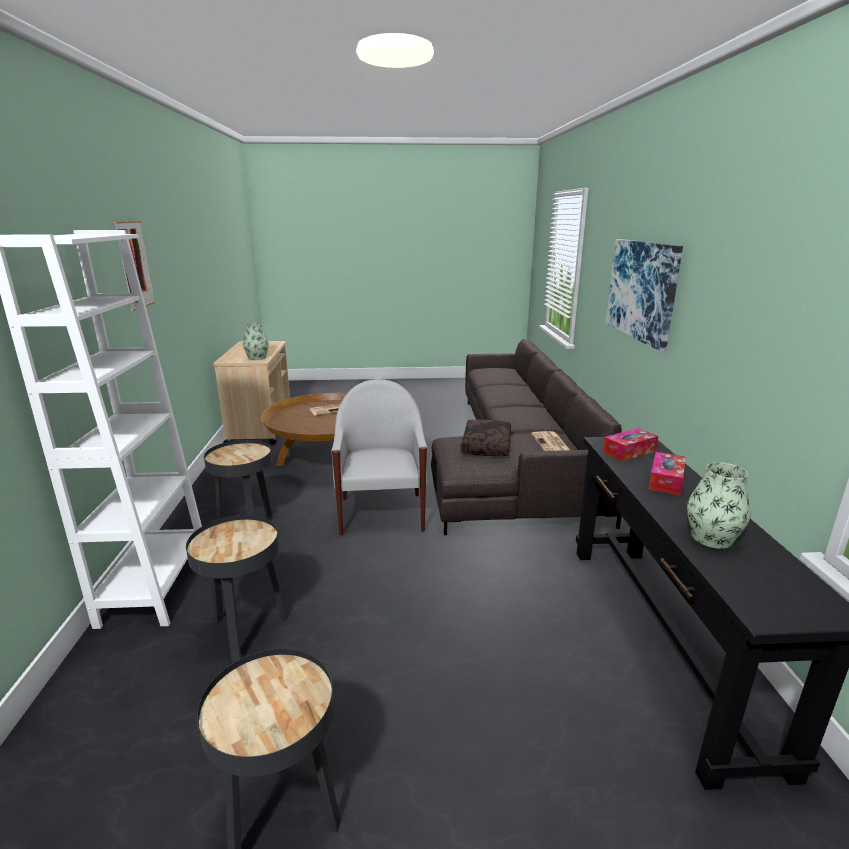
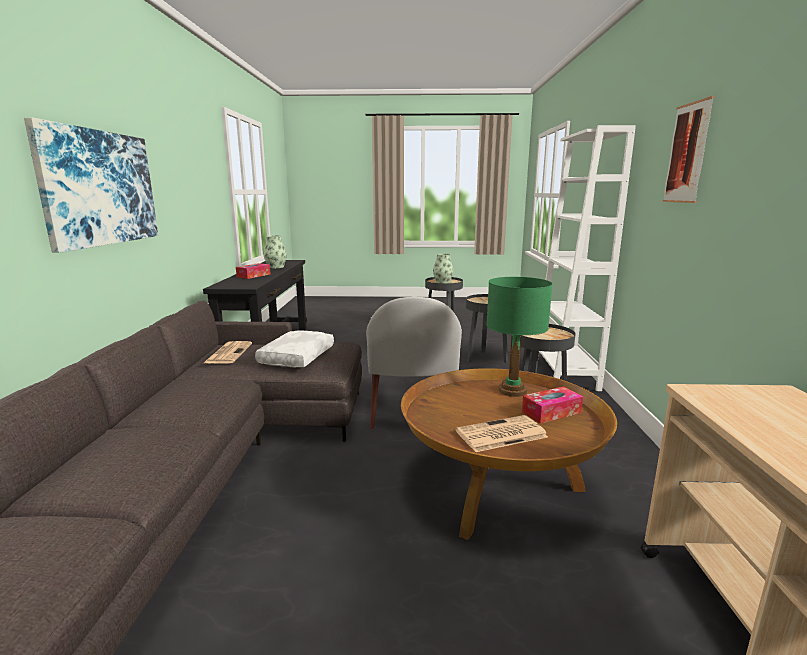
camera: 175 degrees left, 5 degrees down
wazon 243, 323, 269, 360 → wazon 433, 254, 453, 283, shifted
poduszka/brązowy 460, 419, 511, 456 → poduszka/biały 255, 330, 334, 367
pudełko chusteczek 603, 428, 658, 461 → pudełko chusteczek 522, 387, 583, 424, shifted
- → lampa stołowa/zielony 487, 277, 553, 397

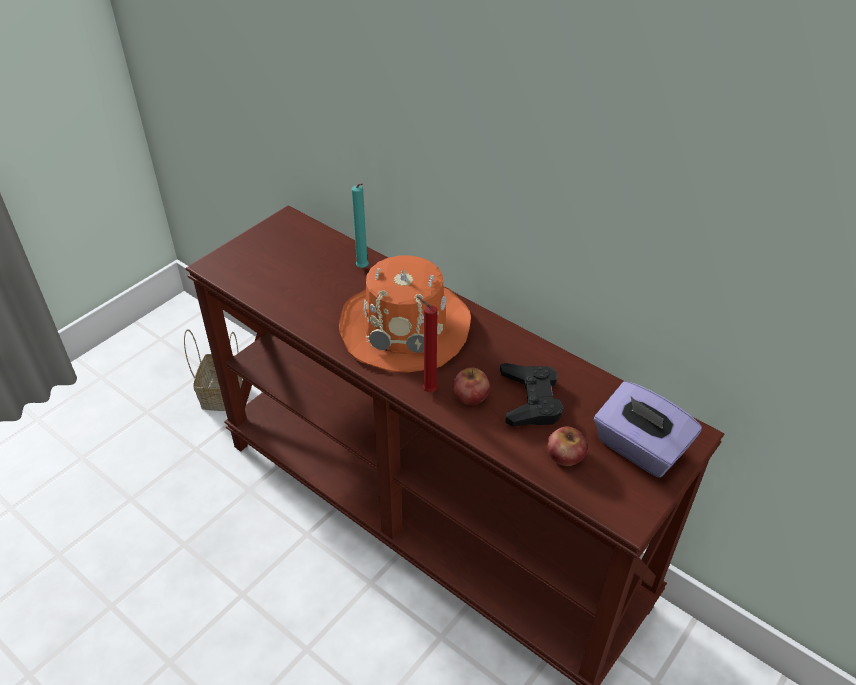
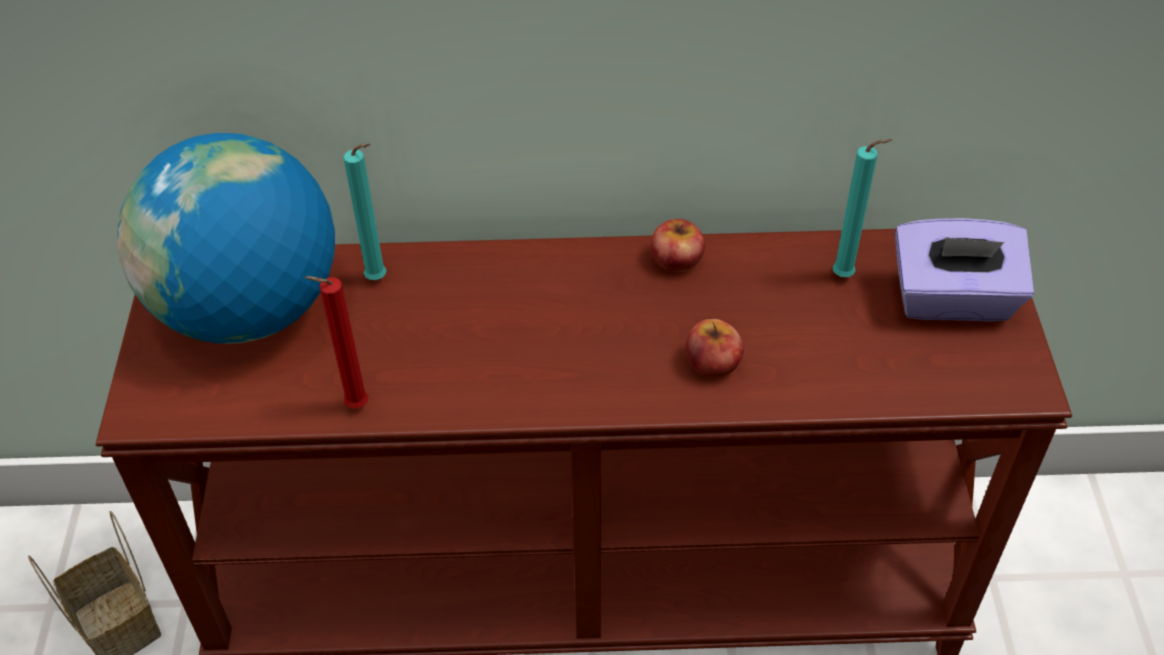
camera: 40 degrees left, 5 degrees up
kapelusz/pomarańczowy 339, 256, 471, 373 → -
świeca/czerwony 417, 297, 438, 392 → świeca/czerwony 305, 276, 368, 409, shifted
pad do gier/czarny 500, 363, 564, 426 → -
jabłko 547, 427, 587, 466 → jabłko 651, 219, 705, 272, shifted
- → globus 117, 133, 335, 344
- → świeca/turkusowy 833, 139, 892, 277

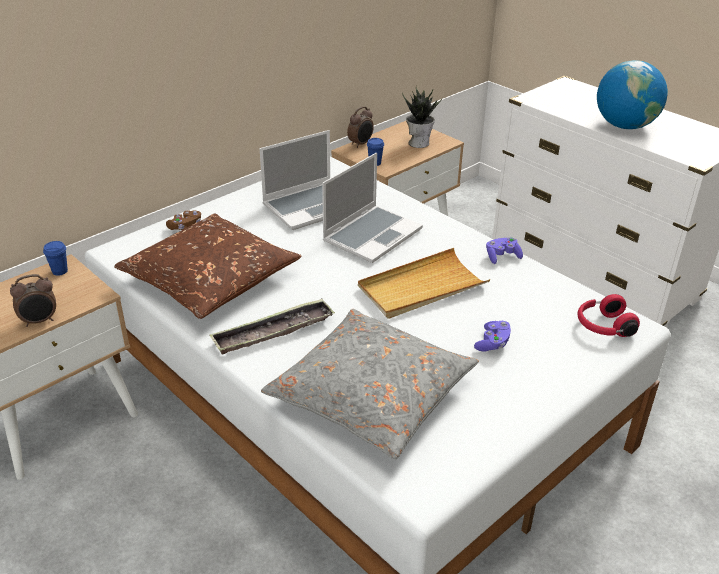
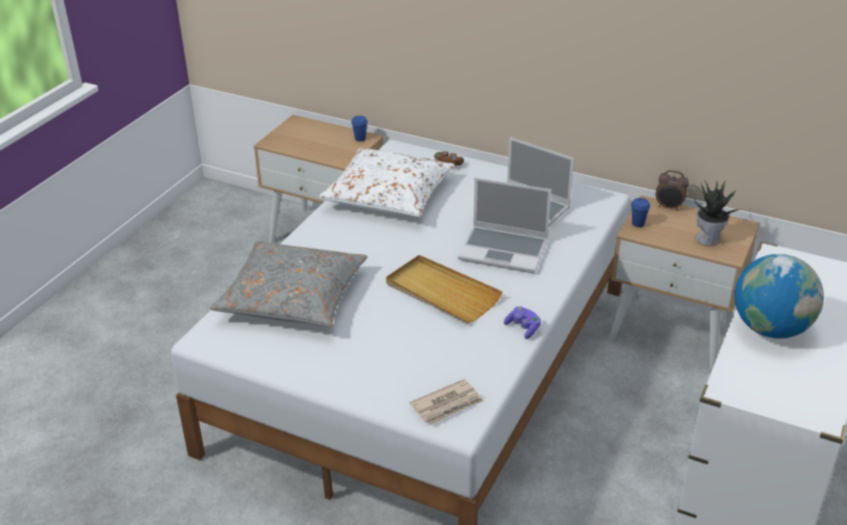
camera: 70 degrees right, 0 degrees up
poduszka/brązowy 114, 214, 302, 319 → poduszka/biały 317, 148, 455, 217
budzik 10, 274, 56, 327 → -
słuchawki/czerwony 577, 294, 640, 337 → gazeta 410, 379, 483, 425
taca 210, 298, 335, 355 → -
pad do gier/fioletowy 474, 321, 511, 352 → -

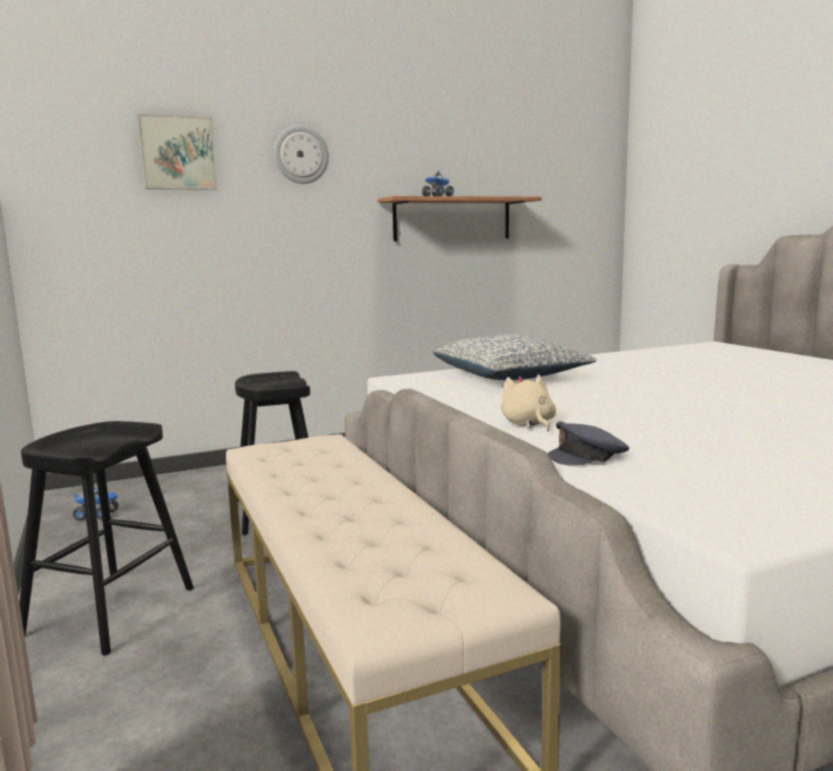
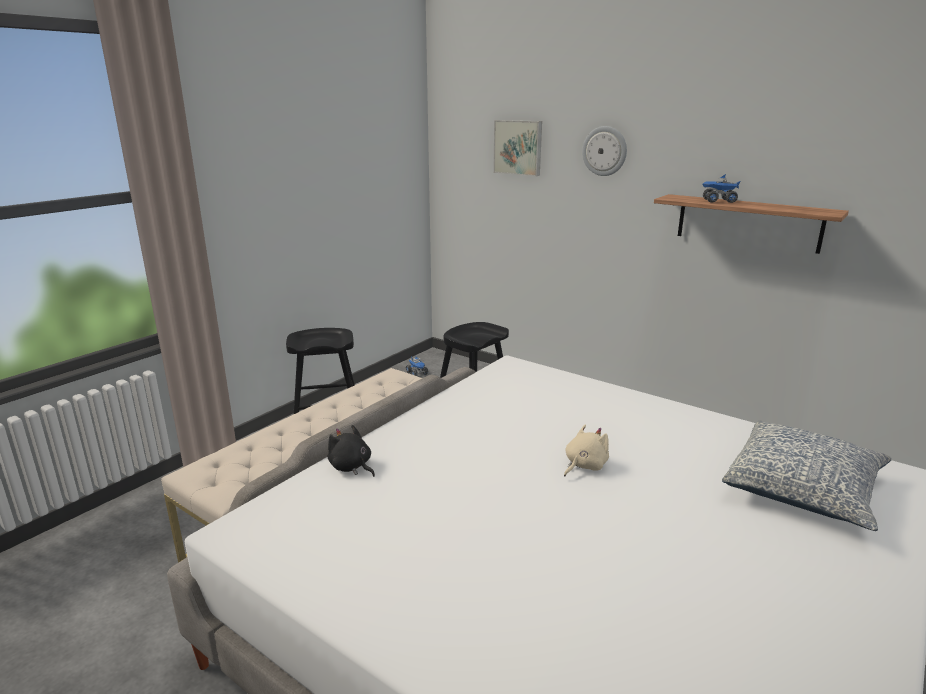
camera: 60 degrees right, 10 degrees up
poduszka 433, 334, 597, 380 → poduszka 722, 421, 892, 531, shifted
pluszak/beżowy 501, 374, 556, 431 → pluszak/beżowy 564, 424, 609, 477, shifted
czapka z daszkiem/szary 548, 421, 629, 465 → pluszak/czarny 328, 425, 375, 477

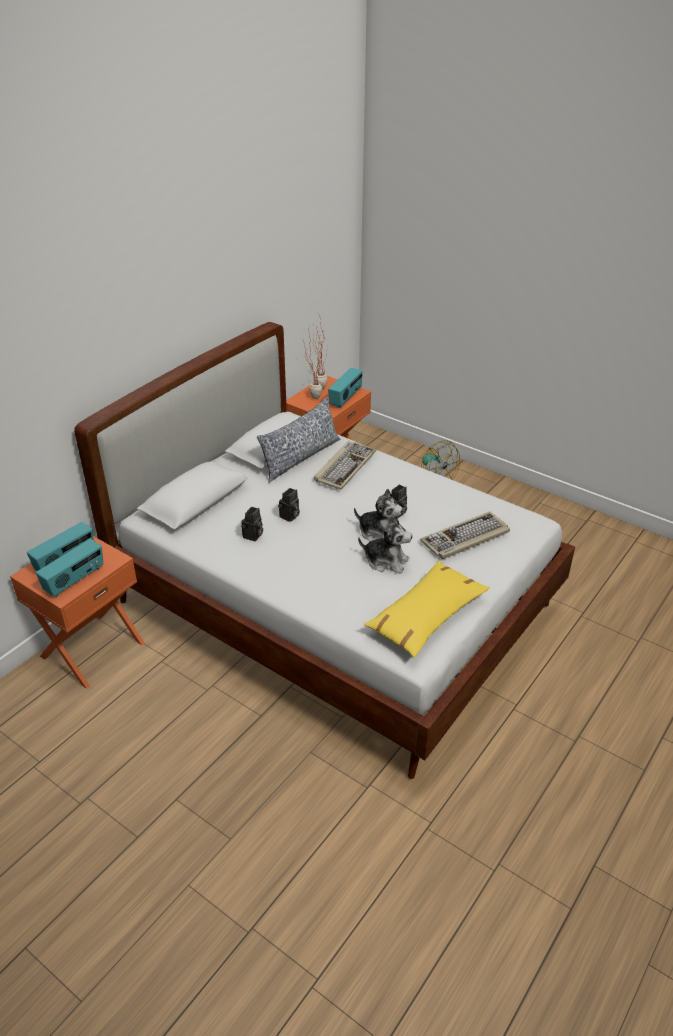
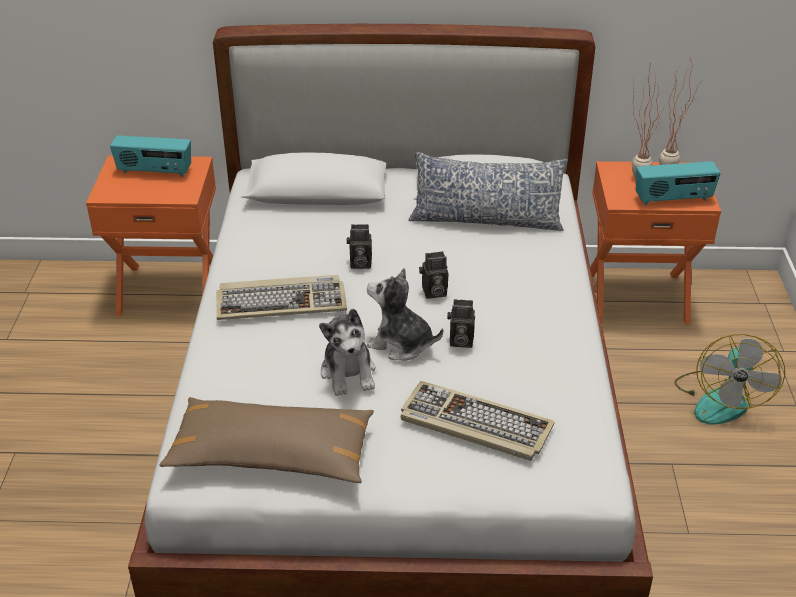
camera: 55 degrees right, 0 degrees up
klawiatura 314, 441, 376, 490 → klawiatura 216, 275, 347, 320, shifted
pluszak 354, 489, 403, 542 → pluszak 367, 268, 443, 361, 120 degrees clockwise
aparat fotograficzny 241, 507, 263, 541 → aparat fotograficzny 419, 251, 448, 299, shifted
radio 36, 539, 103, 597 → -
poduszka/żółty 364, 561, 490, 658 → poduszka/brązowy 159, 397, 374, 483

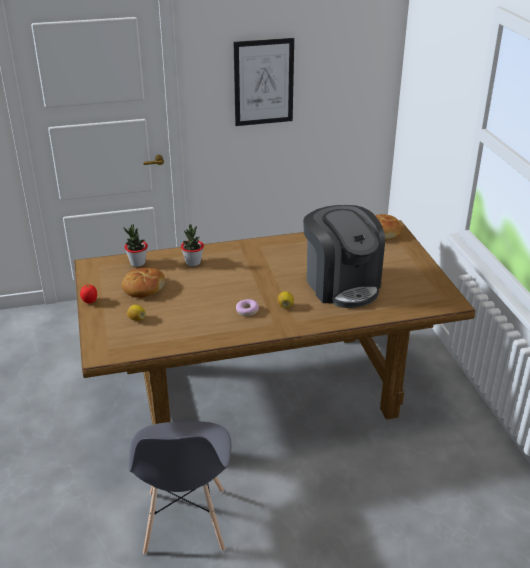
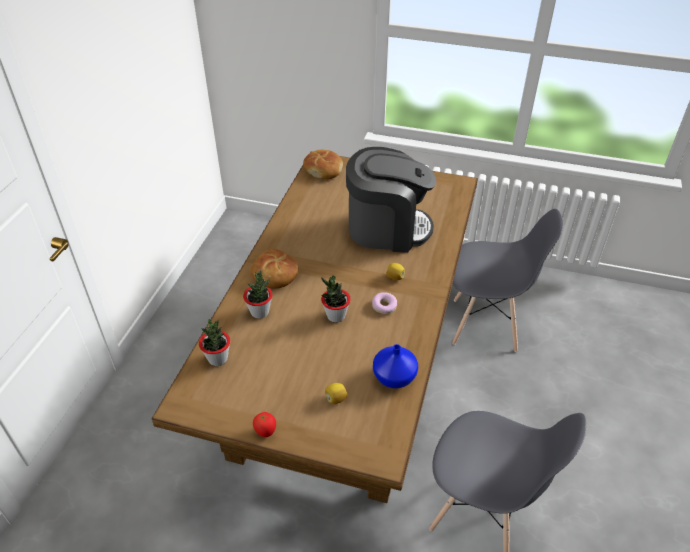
camera: 60 degrees left, 10 degrees up
obraz 234, 38, 294, 126 → -
chleb 122, 268, 165, 298 → chleb 251, 249, 298, 289, shifted
- → krzesło/szary 452, 209, 563, 352
- → roślina doniczkowa 321, 275, 351, 323
- → wazon/niebieski 373, 344, 418, 388

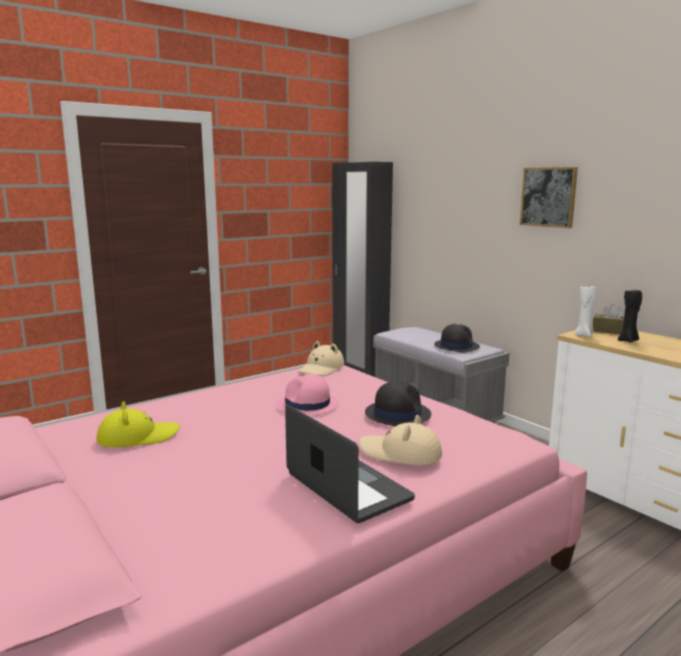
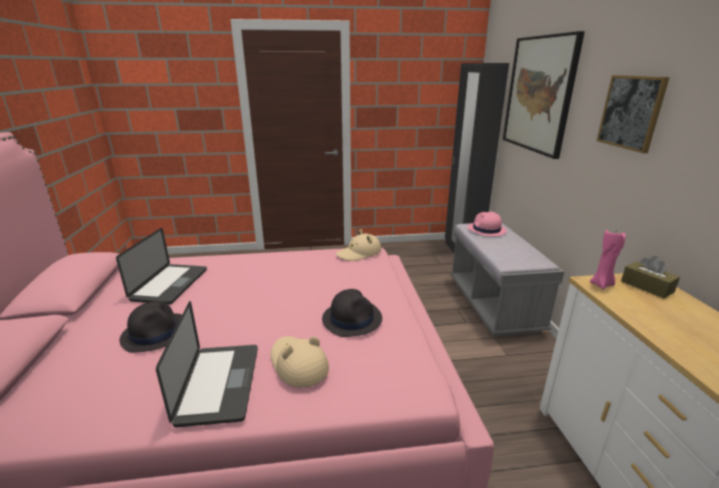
camera: 30 degrees right, 10 degrees up
świeca/biały 575, 286, 597, 337 → świeca/różowy 590, 230, 626, 290
świeca/czarny 618, 290, 642, 343 → -
kapelusz/czarny 434, 324, 480, 353 → kapelusz/czarny 119, 301, 182, 353, shifted
kapelusz/różowy 276, 374, 339, 415 → kapelusz/różowy 467, 212, 507, 236, shifted
kapelusz/żółty 96, 401, 180, 447 → laptop 116, 228, 207, 304
- → obraz 503, 31, 585, 159

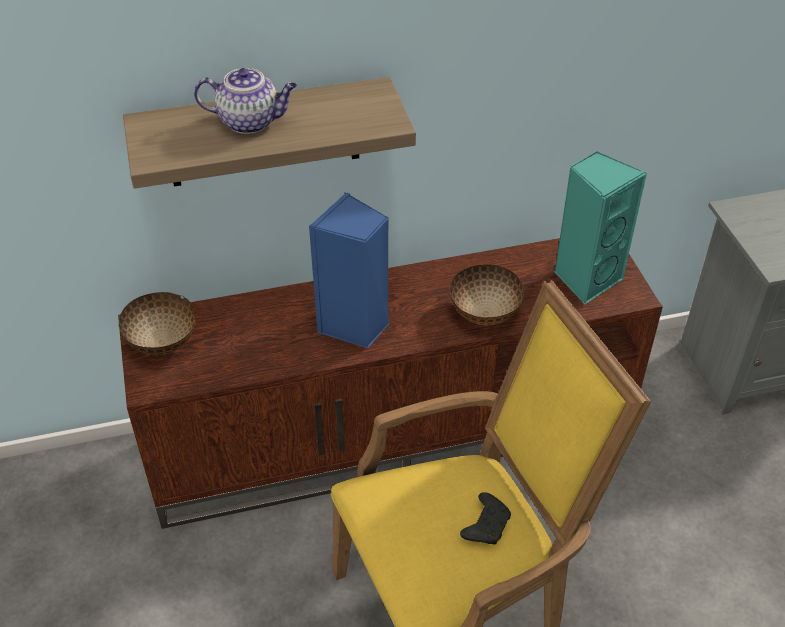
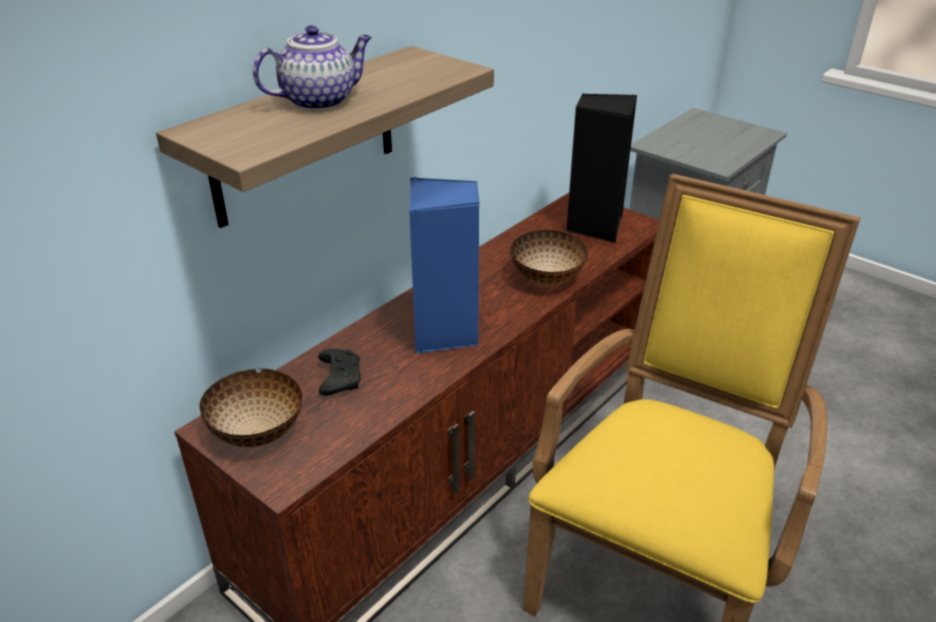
camera: 35 degrees left, 10 degrees down
głośnik/turkusowy 554, 151, 647, 305 → głośnik/czarny 566, 94, 637, 243
pad do gier/czarny 460, 492, 511, 544 → pad do gier/czarny 318, 349, 361, 396, shifted

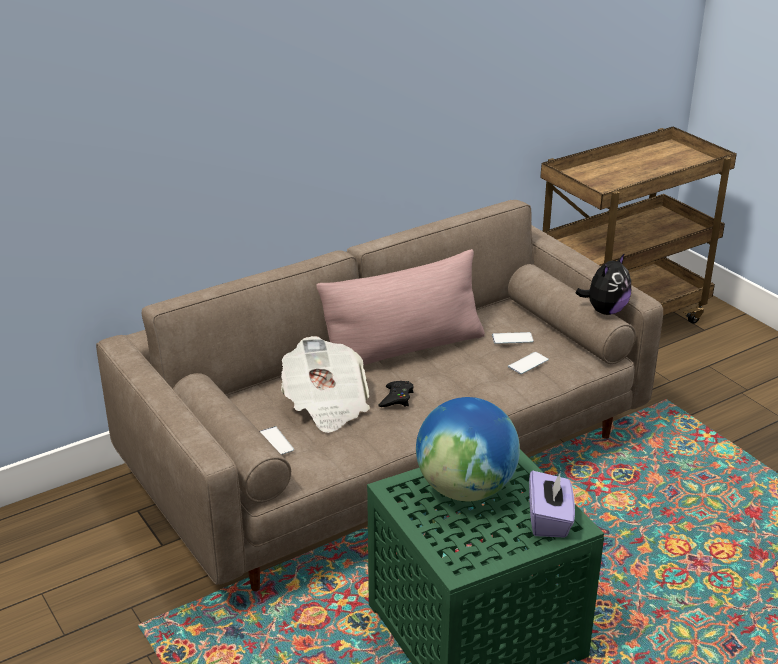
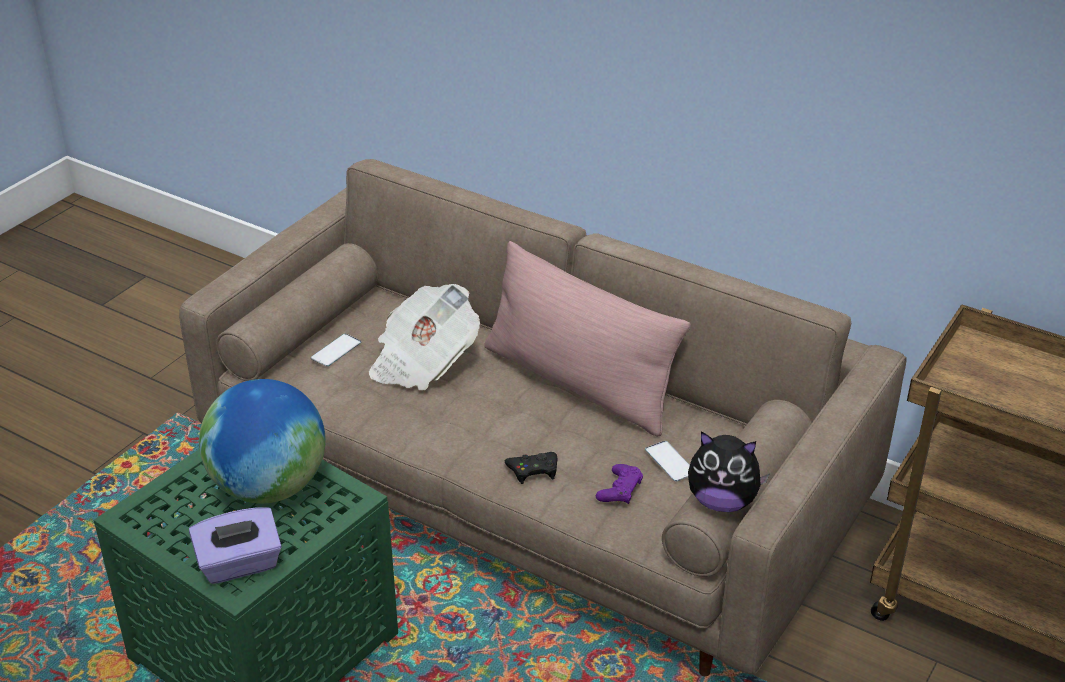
camera: 65 degrees right, 5 degrees up
telefon 508, 352, 549, 374 → pad do gier/fioletowy 596, 464, 643, 504
pad do gier/czarny 378, 381, 414, 407 → pad do gier/czarny 505, 452, 557, 484, shifted

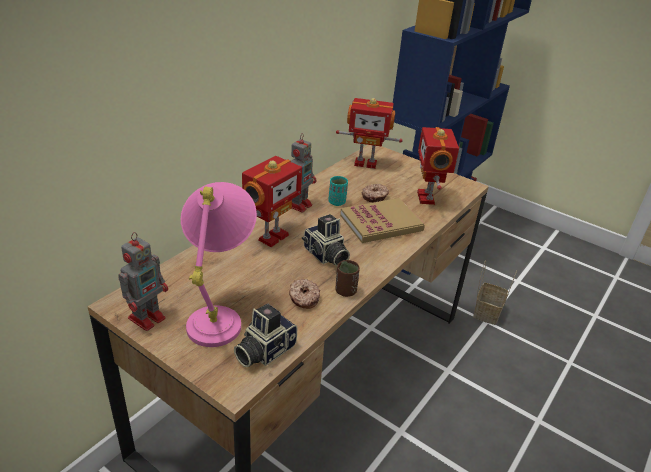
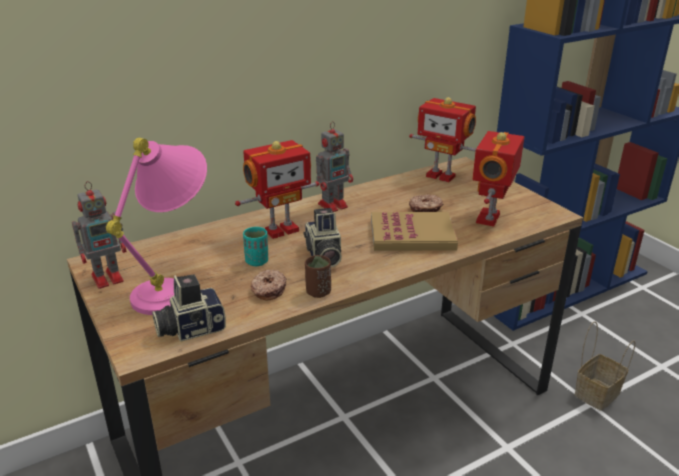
camera: 25 degrees right, 5 degrees down
filiżanka/turkusowy 328, 176, 348, 206 → filiżanka/turkusowy 243, 227, 268, 266, shifted

